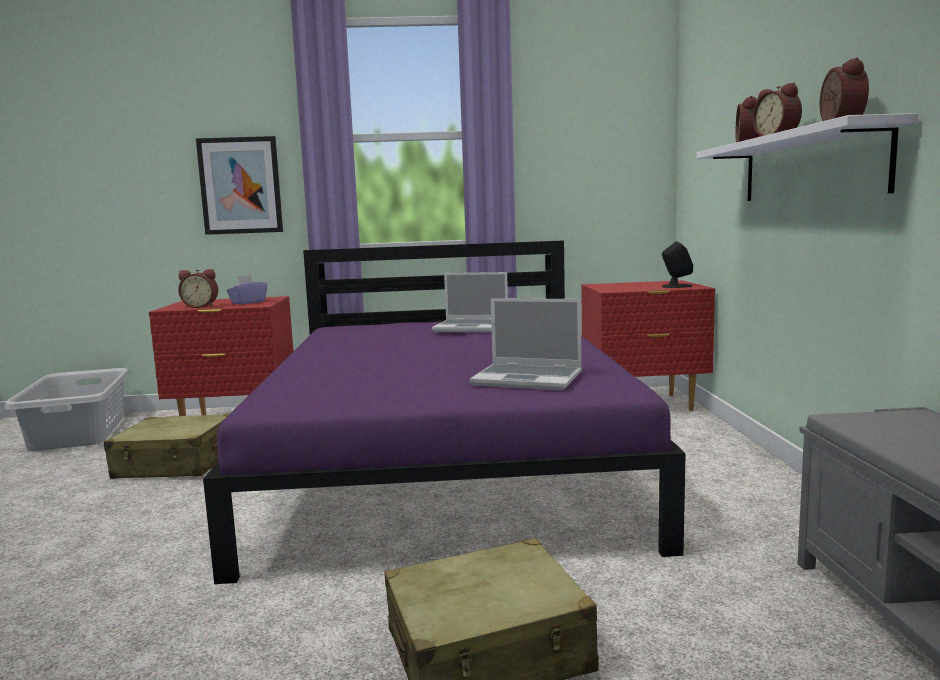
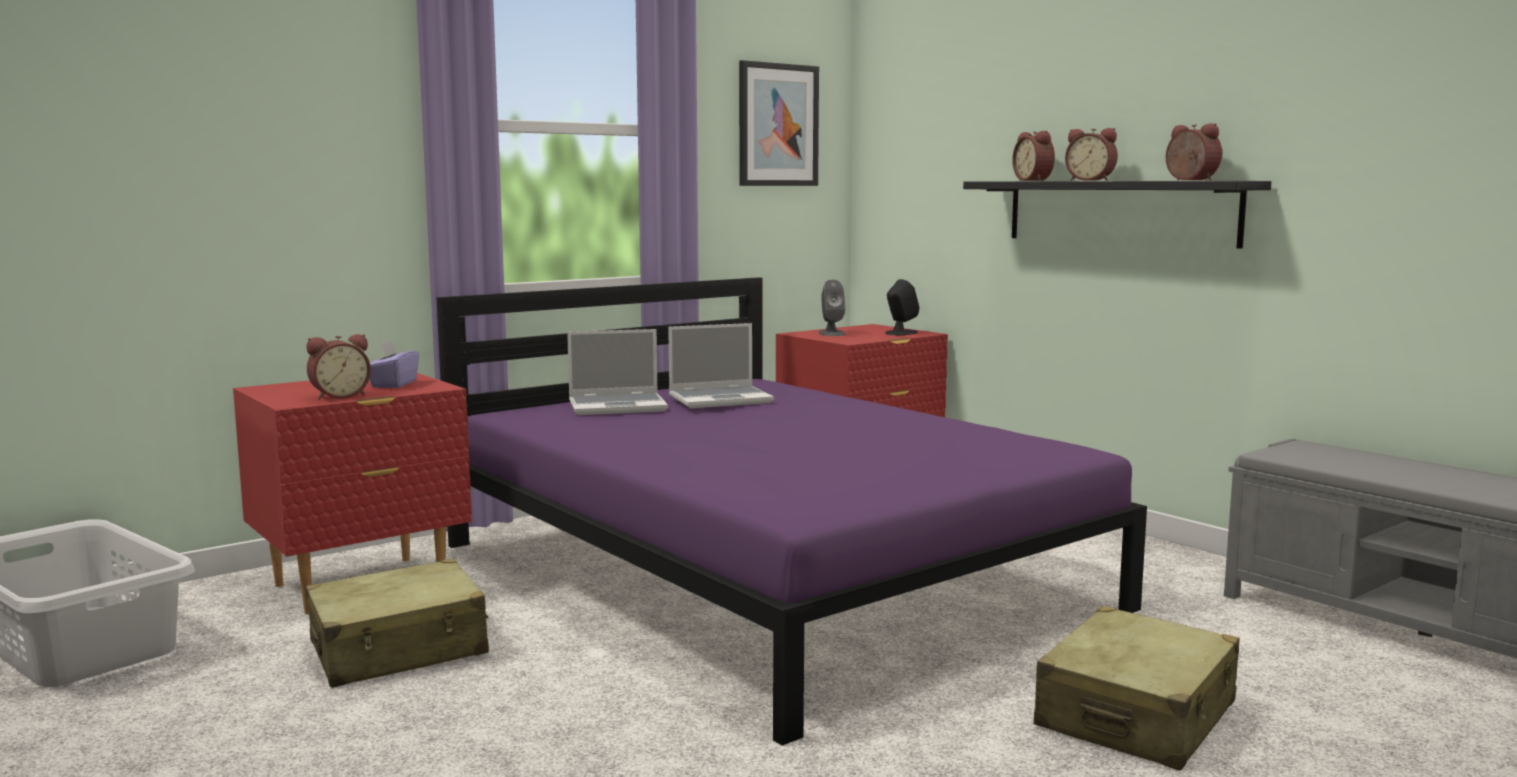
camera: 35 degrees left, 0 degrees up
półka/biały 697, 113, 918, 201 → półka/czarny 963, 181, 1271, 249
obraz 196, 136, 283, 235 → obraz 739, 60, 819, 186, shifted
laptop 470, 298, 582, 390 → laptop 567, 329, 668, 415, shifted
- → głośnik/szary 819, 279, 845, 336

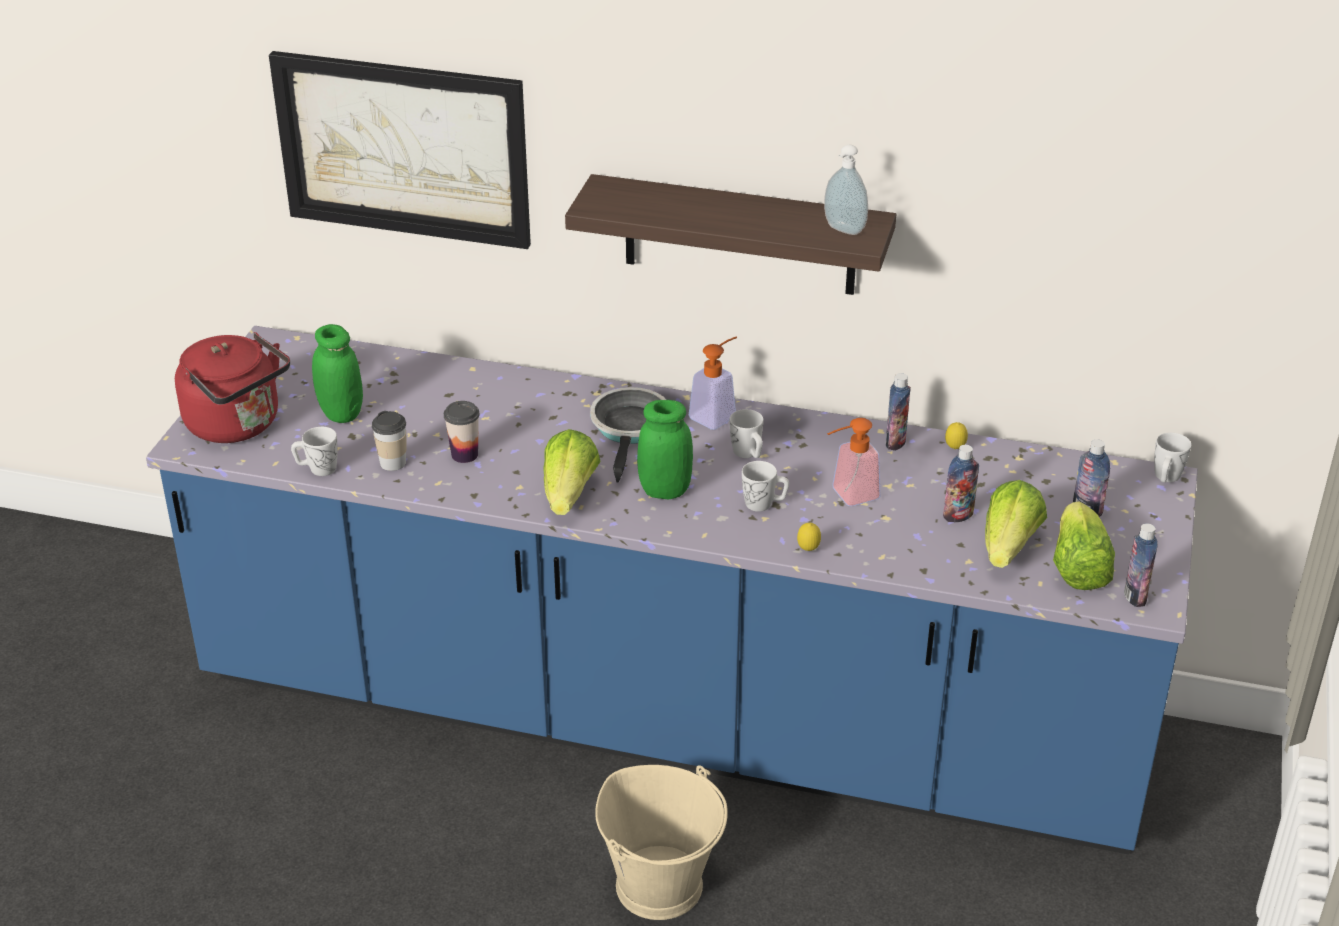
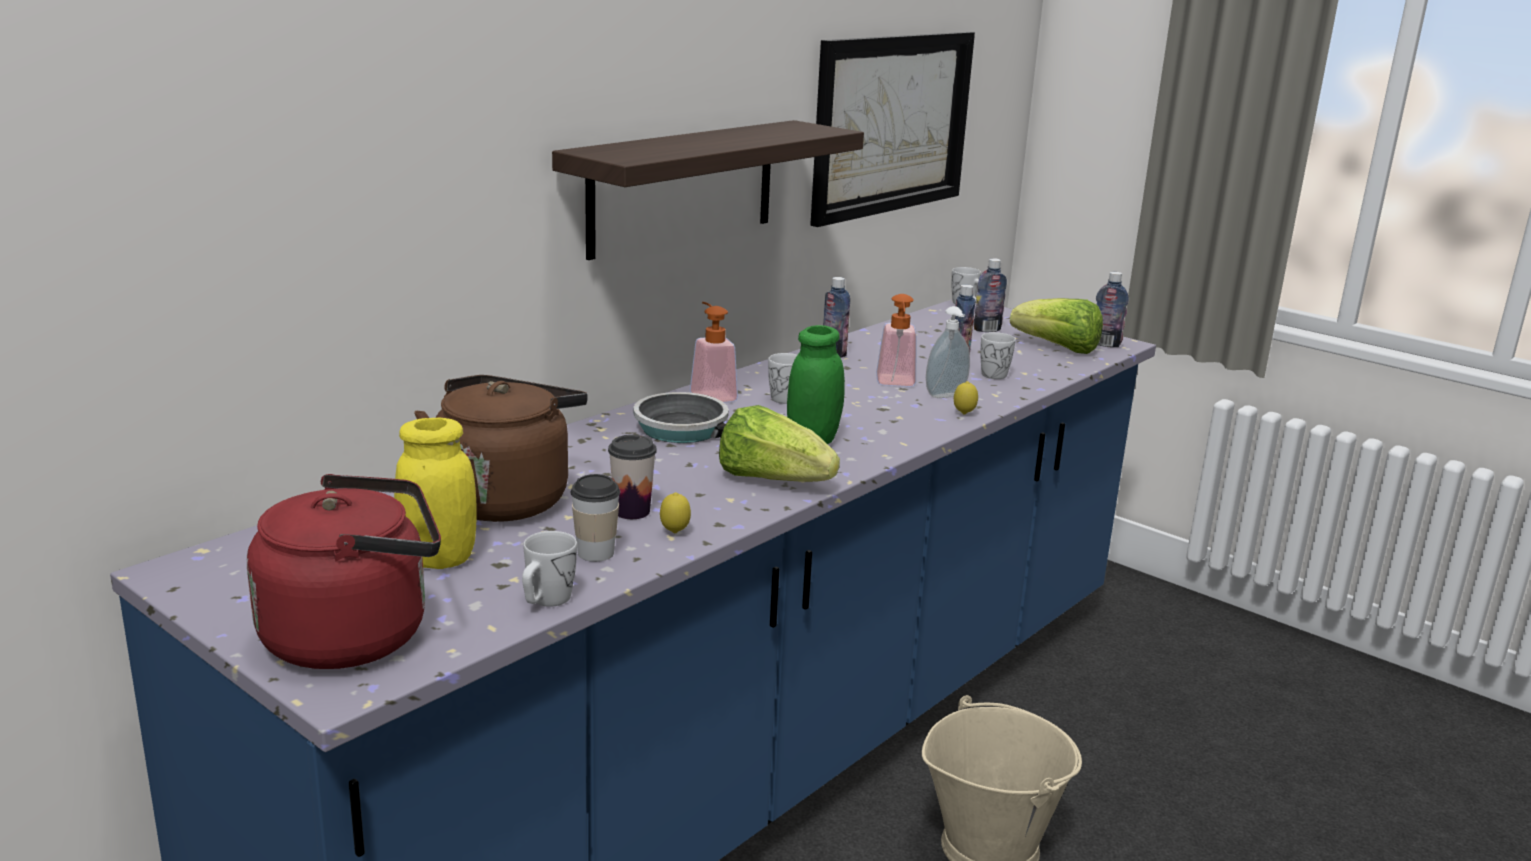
camera: 65 degrees left, 15 degrees down
obraz 269, 51, 531, 249 → obraz 810, 32, 975, 227, shifted
dozownik mydła 824, 145, 868, 235 → dozownik mydła 926, 306, 970, 398, shifted
słoik/zielony 312, 324, 363, 423 → słoik/żółty 394, 417, 477, 569
cytryna 945, 422, 968, 449 → cytryna 660, 492, 691, 533, shifted
kubek/biały 742, 461, 789, 512 → kubek/biały 980, 332, 1016, 379, shifted
sałata 985, 480, 1047, 568 → -
- → czajnik/brązowy 414, 375, 588, 522

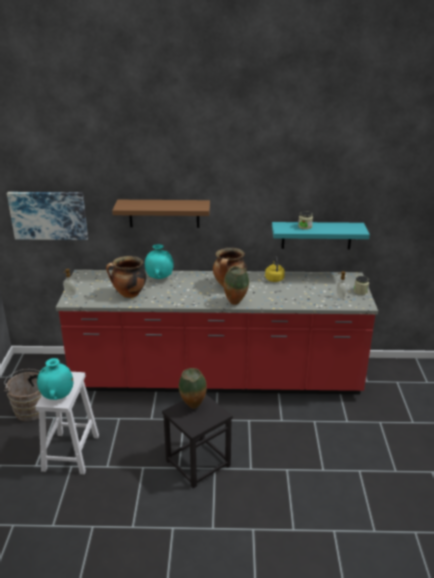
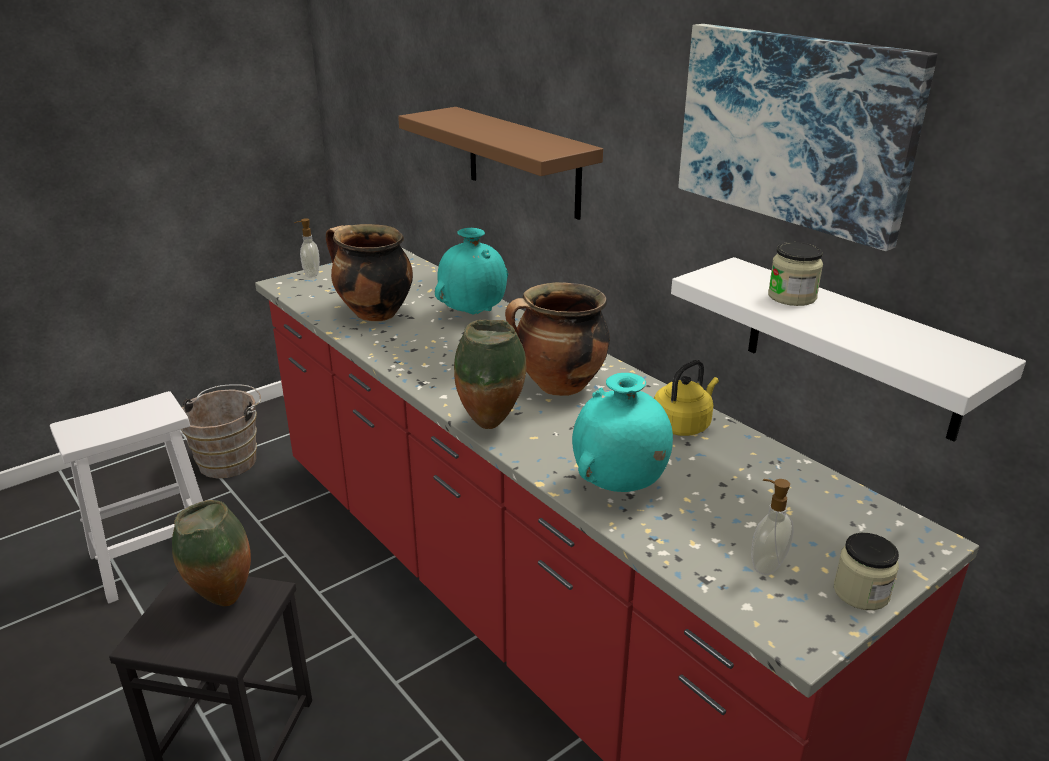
camera: 50 degrees right, 0 degrees up
obraz 7, 192, 88, 240 → obraz 678, 24, 938, 251, shifted
półka/turkusowy 272, 222, 370, 249 → półka/biały 671, 257, 1026, 442
wazon/turkusowy 37, 358, 73, 400 → wazon/turkusowy 572, 373, 673, 492, shifted

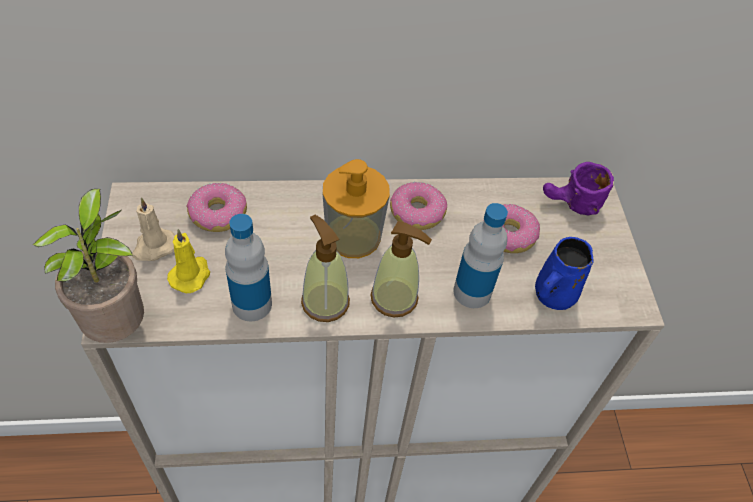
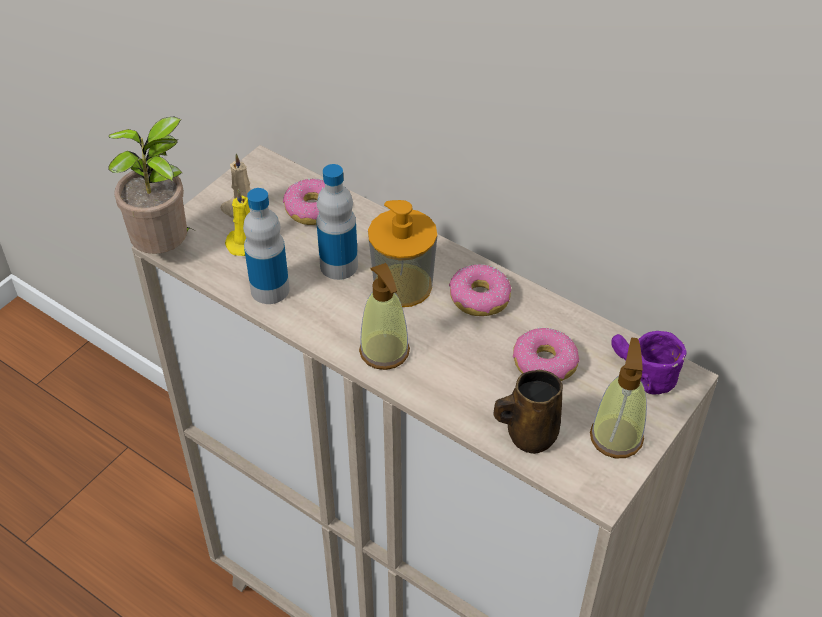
camera: 45 degrees right, 5 degrees down
butelka 453, 203, 508, 308 → butelka 316, 164, 358, 280, shifted
dozownik mydła 301, 215, 350, 322 → dozownik mydła 590, 338, 647, 458, shifted
kubek/niebieski 535, 237, 593, 310 → kubek/brązowy 494, 370, 563, 454

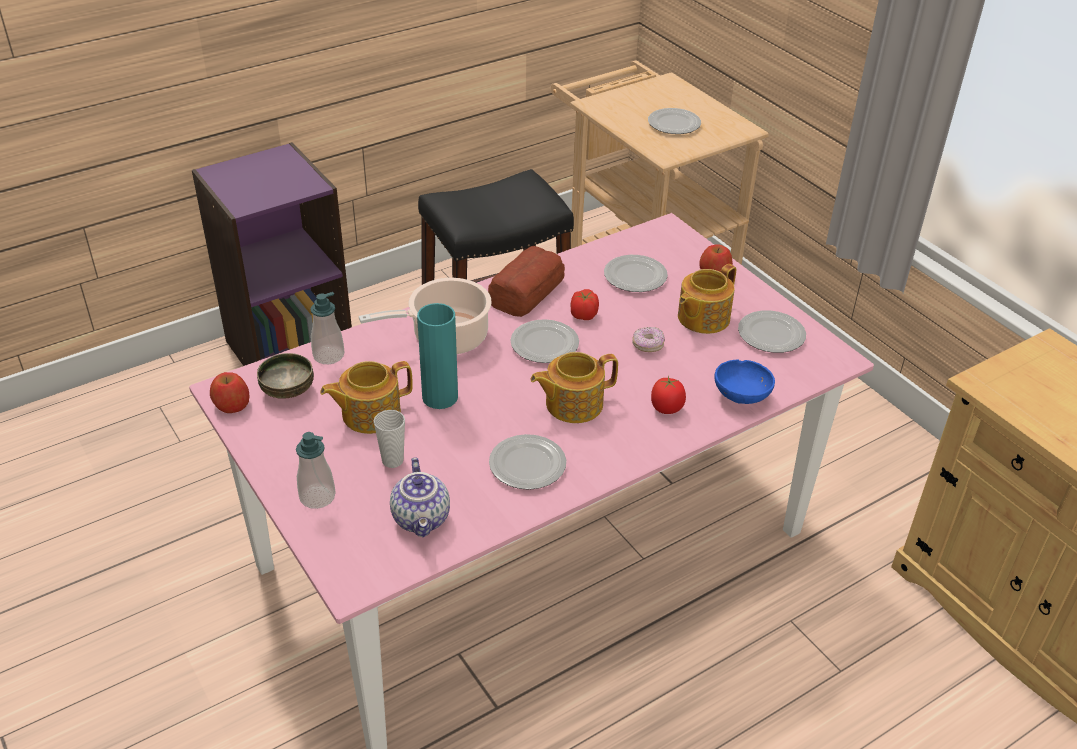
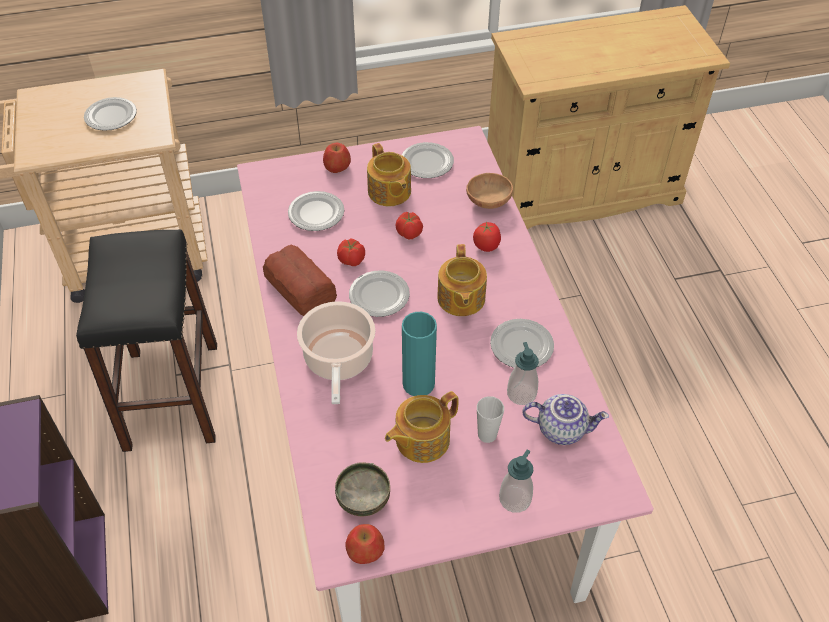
camera: 70 degrees left, 10 degrees up
dozownik mydła 310, 292, 345, 364 → dozownik mydła 507, 342, 539, 405, shifted
donut 632, 327, 665, 352 → pomidor 395, 212, 423, 239
miska/niebieski 714, 359, 775, 404 → miska/brązowy 466, 173, 513, 209
imbryk 320, 361, 413, 434 → imbryk 385, 391, 459, 463, 60 degrees clockwise

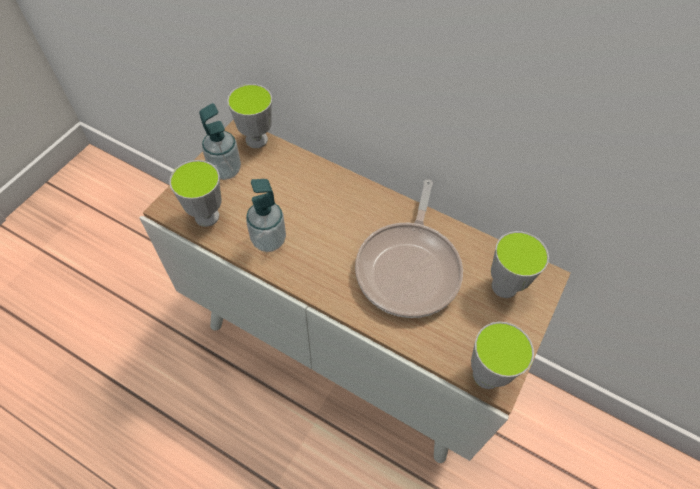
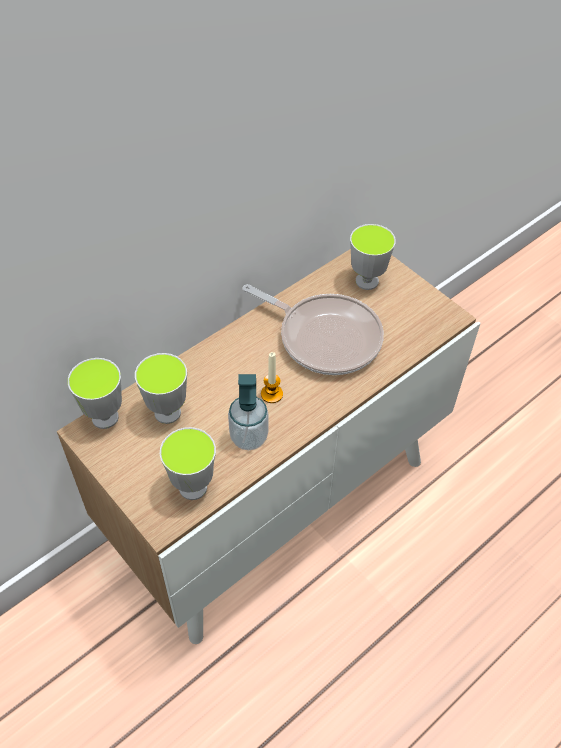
camera: 70 degrees left, 5 degrees down
dozownik mydła 199, 103, 241, 180 → -
filiżanka 471, 322, 534, 389 → filiżanka 135, 353, 187, 424, shifted
- → świeca 261, 352, 283, 403

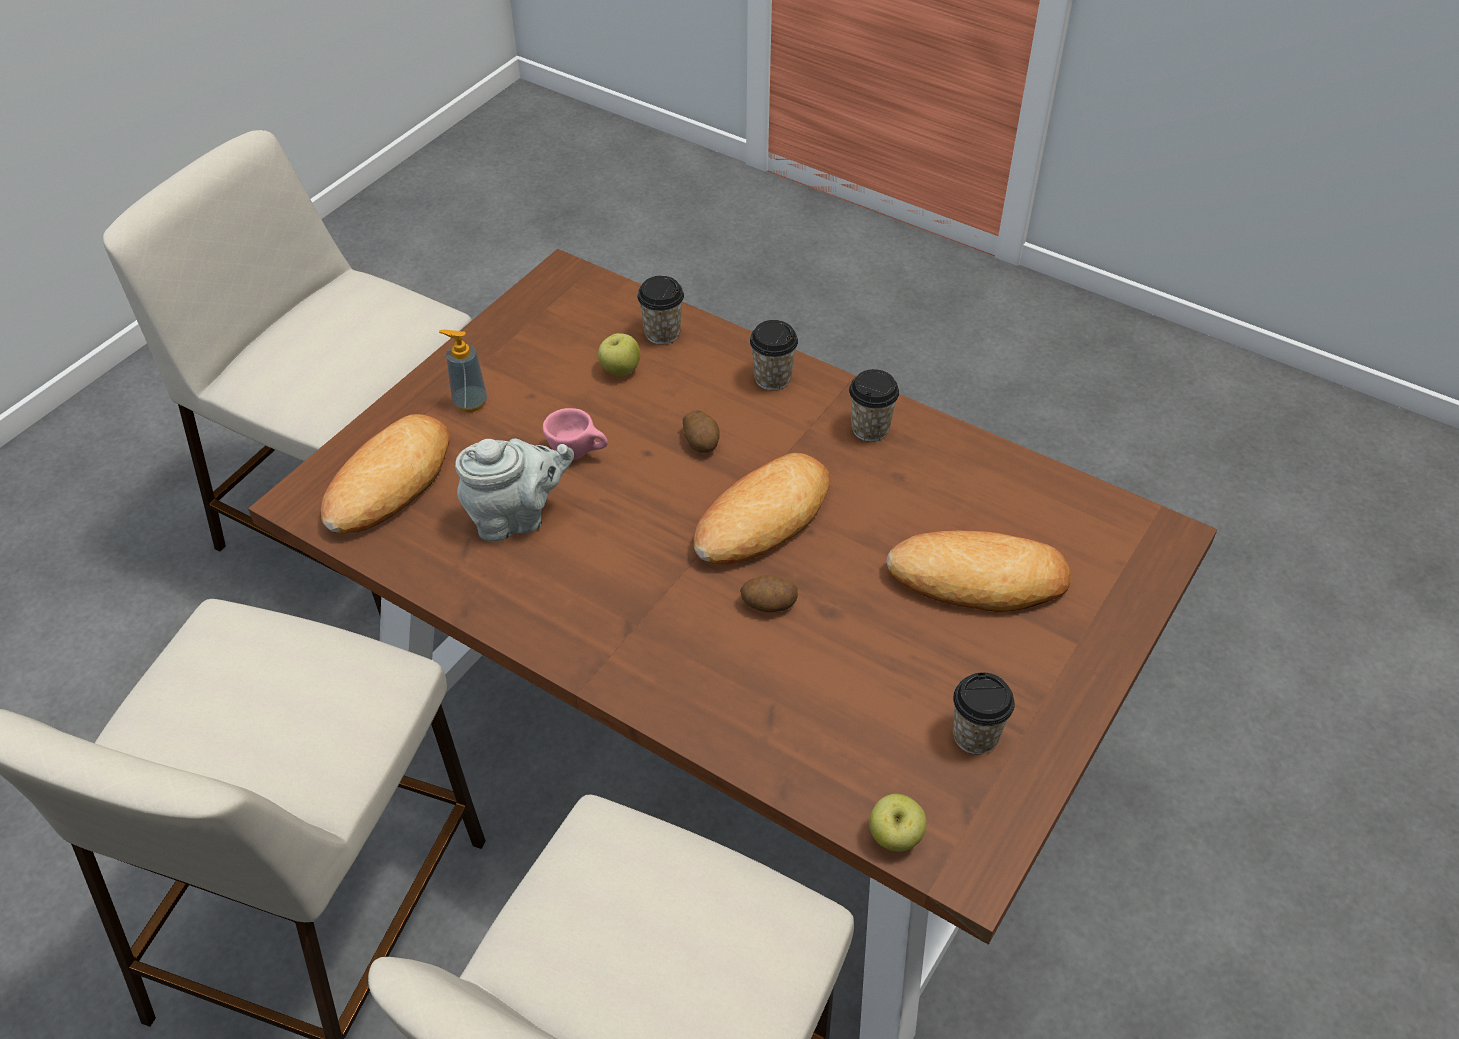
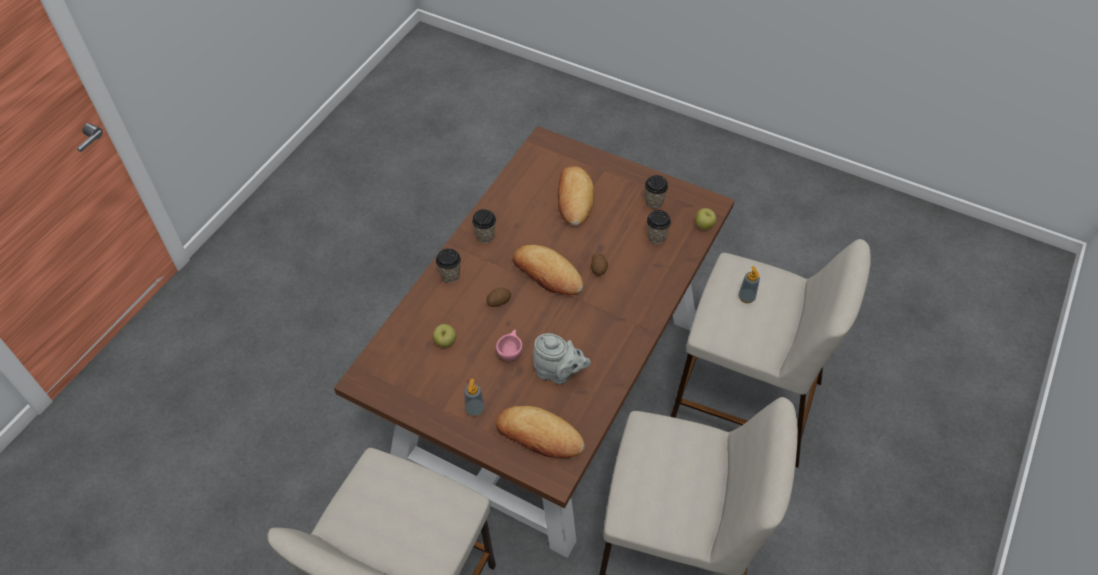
camera: 95 degrees left, 5 degrees up
filiżanka 637, 276, 684, 344 → filiżanka 647, 210, 671, 244, shifted
imbryk/szary 455, 438, 574, 542 → imbryk/szary 533, 333, 591, 384, 135 degrees clockwise
- → dozownik mydła 738, 266, 760, 304

